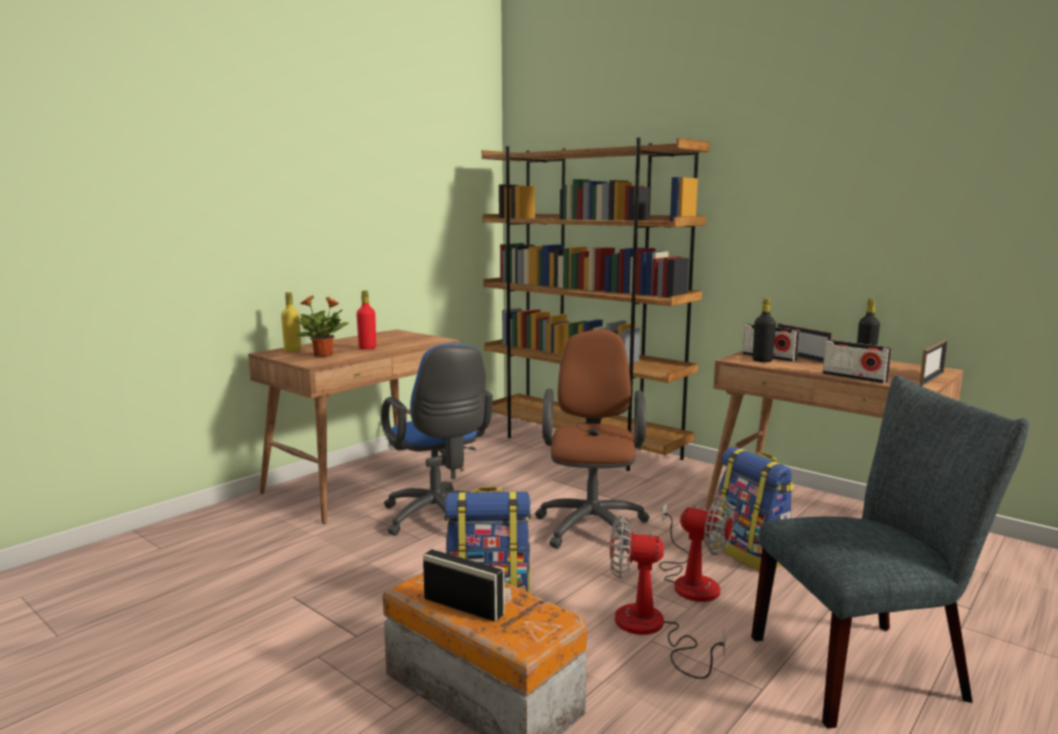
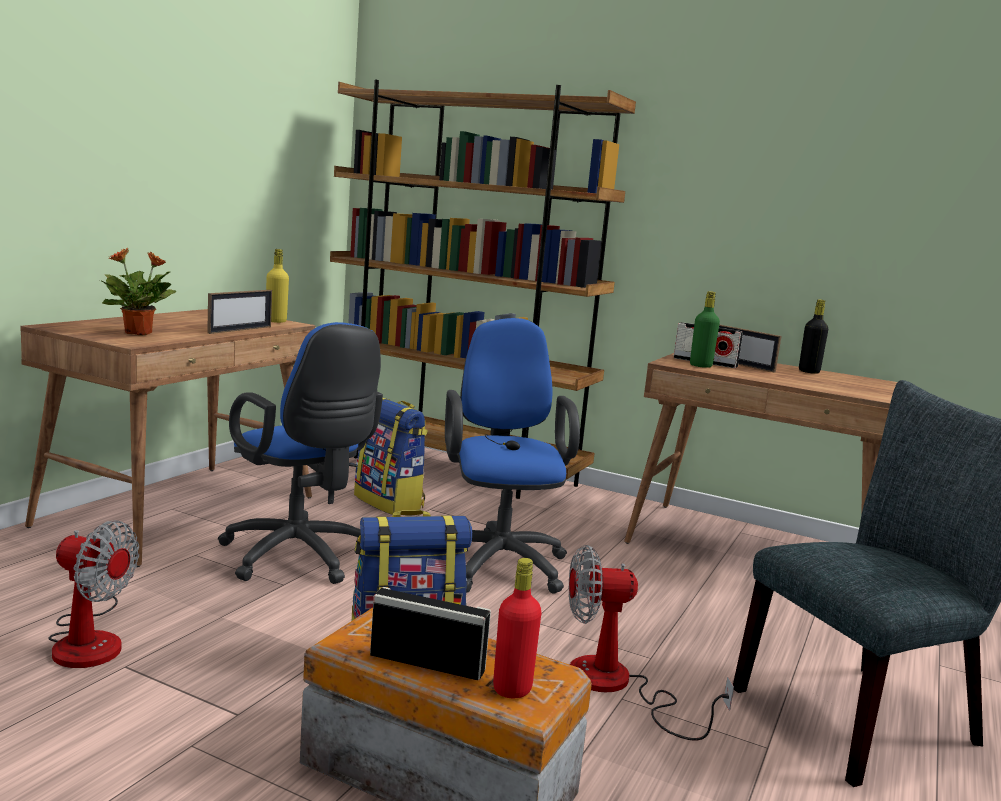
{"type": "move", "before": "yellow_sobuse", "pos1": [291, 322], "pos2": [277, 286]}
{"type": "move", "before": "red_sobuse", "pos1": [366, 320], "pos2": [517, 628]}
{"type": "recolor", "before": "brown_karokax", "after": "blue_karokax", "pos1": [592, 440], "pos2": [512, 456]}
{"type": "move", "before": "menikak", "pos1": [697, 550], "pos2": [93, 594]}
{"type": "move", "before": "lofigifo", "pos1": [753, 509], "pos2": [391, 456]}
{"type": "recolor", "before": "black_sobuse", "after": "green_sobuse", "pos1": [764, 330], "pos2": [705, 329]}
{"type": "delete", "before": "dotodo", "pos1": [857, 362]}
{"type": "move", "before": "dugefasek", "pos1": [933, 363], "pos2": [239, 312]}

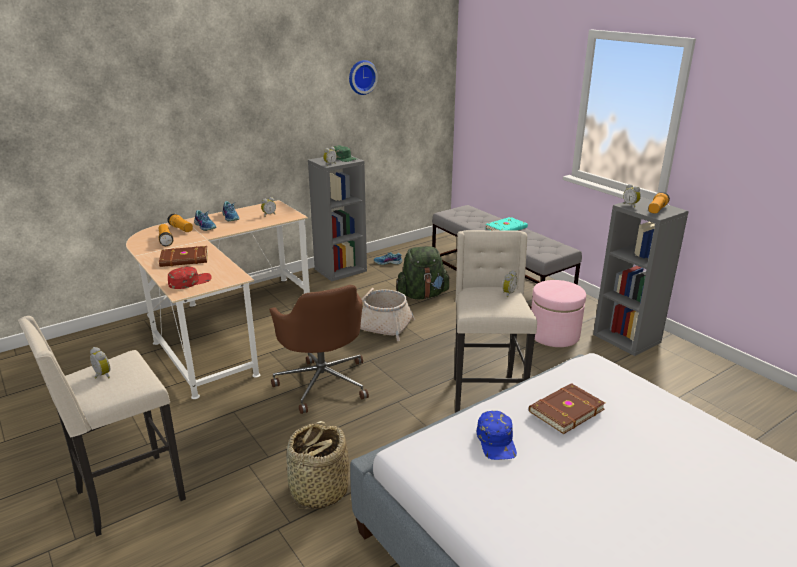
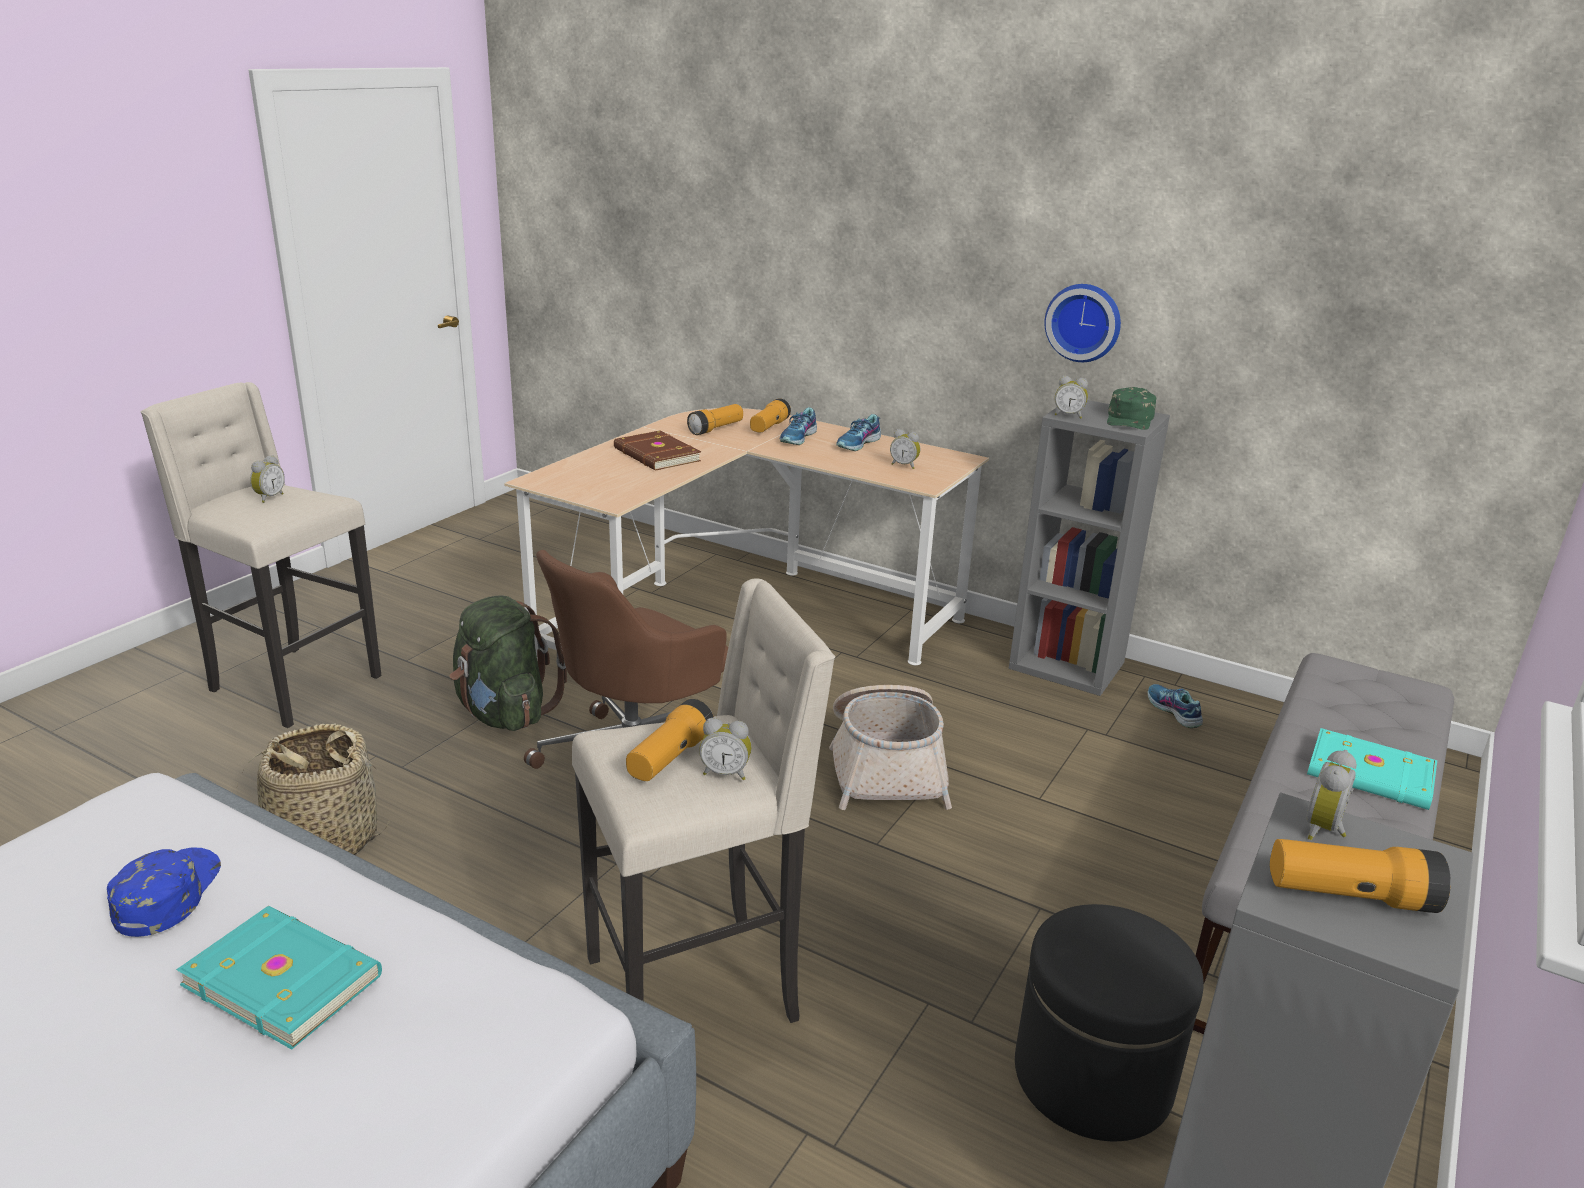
{"type": "delete", "before": "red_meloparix", "pos1": [190, 278]}
{"type": "move", "before": "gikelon", "pos1": [363, 77], "pos2": [1082, 323]}
{"type": "move", "before": "green_lofigifo", "pos1": [423, 272], "pos2": [508, 663]}
{"type": "rotate", "before": "blue_meloparix", "pos1": [497, 435], "pos2": [164, 892], "turn": 120}
{"type": "recolor", "before": "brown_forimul", "after": "turquoise_forimul", "pos1": [567, 408], "pos2": [279, 978]}
{"type": "recolor", "before": "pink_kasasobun", "after": "black_kasasobun", "pos1": [558, 313], "pos2": [1109, 1022]}
{"type": "insert", "after": "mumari", "pos2": [670, 740]}

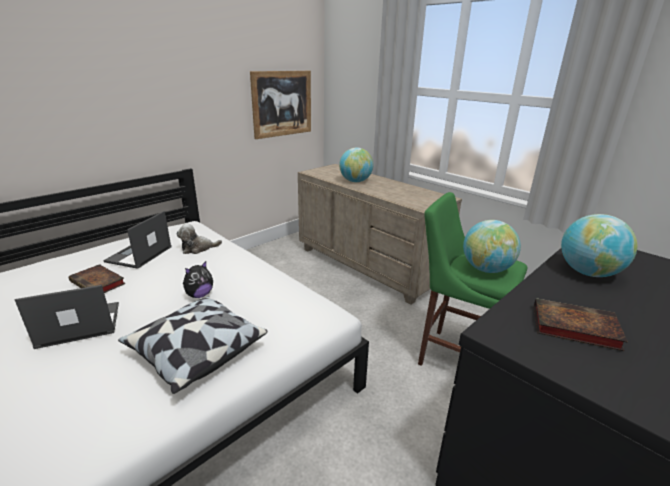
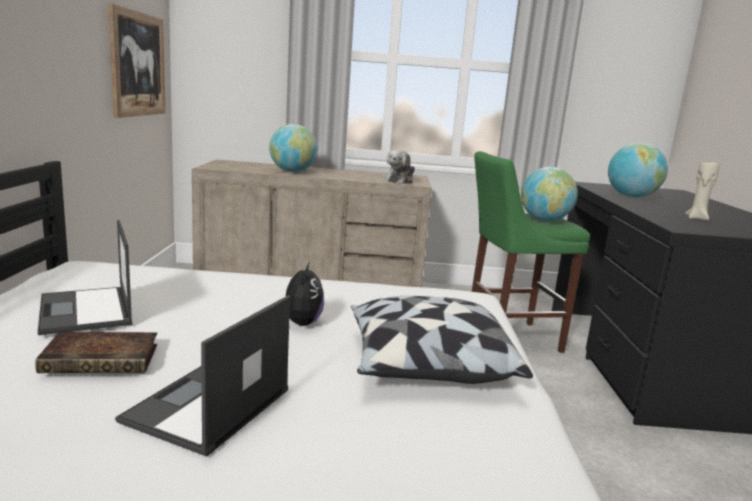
{"type": "move", "before": "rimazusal", "pos1": [199, 239], "pos2": [400, 166]}
{"type": "replace", "before": "forimul", "after": "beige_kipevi", "pos1": [581, 324], "pos2": [702, 190]}

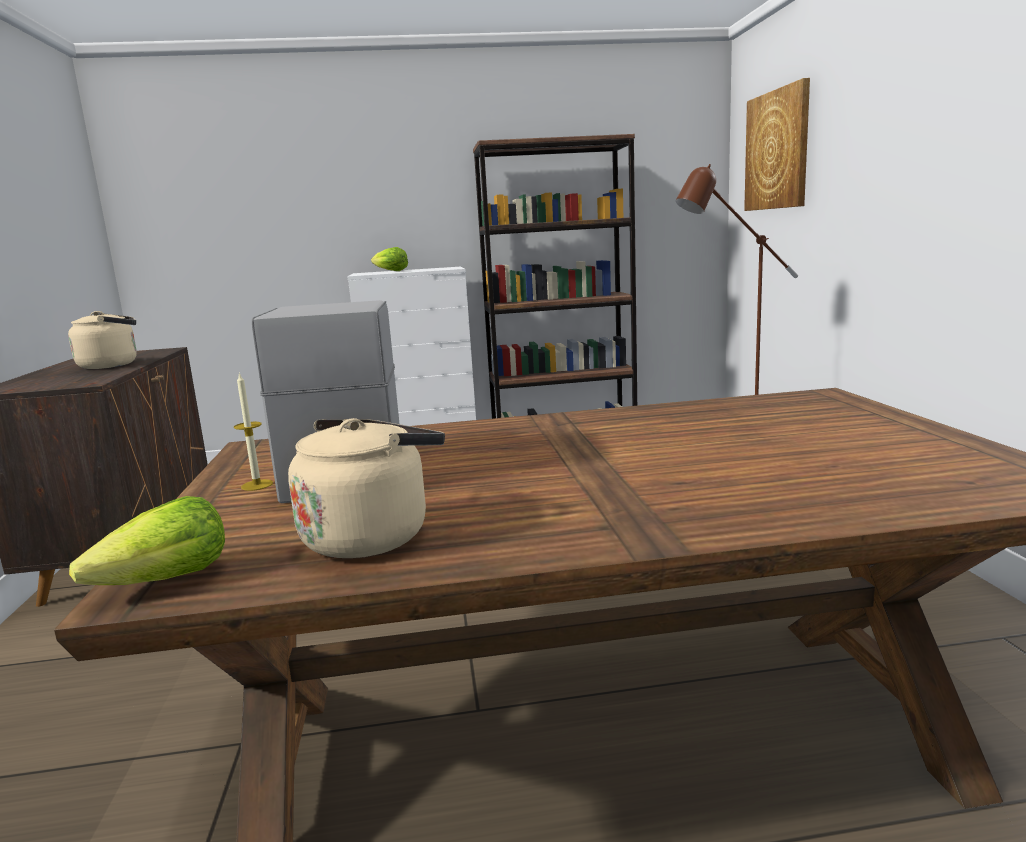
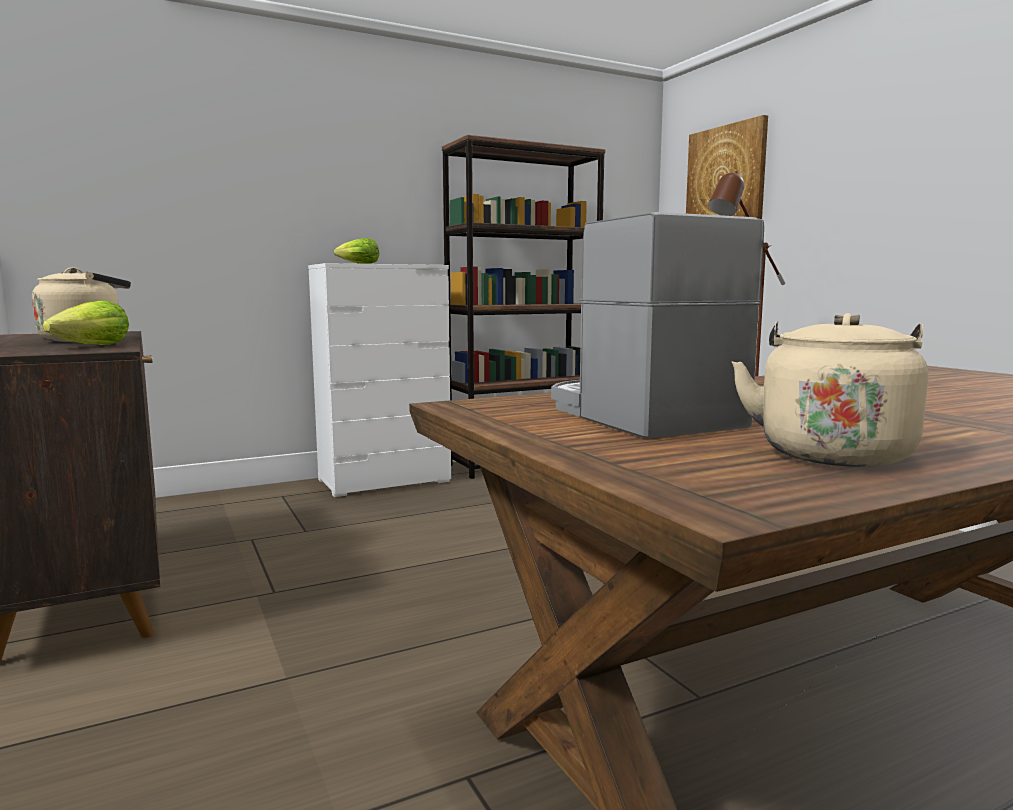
{"type": "move", "before": "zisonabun", "pos1": [147, 540], "pos2": [86, 322]}
{"type": "delete", "before": "kipevi", "pos1": [253, 432]}

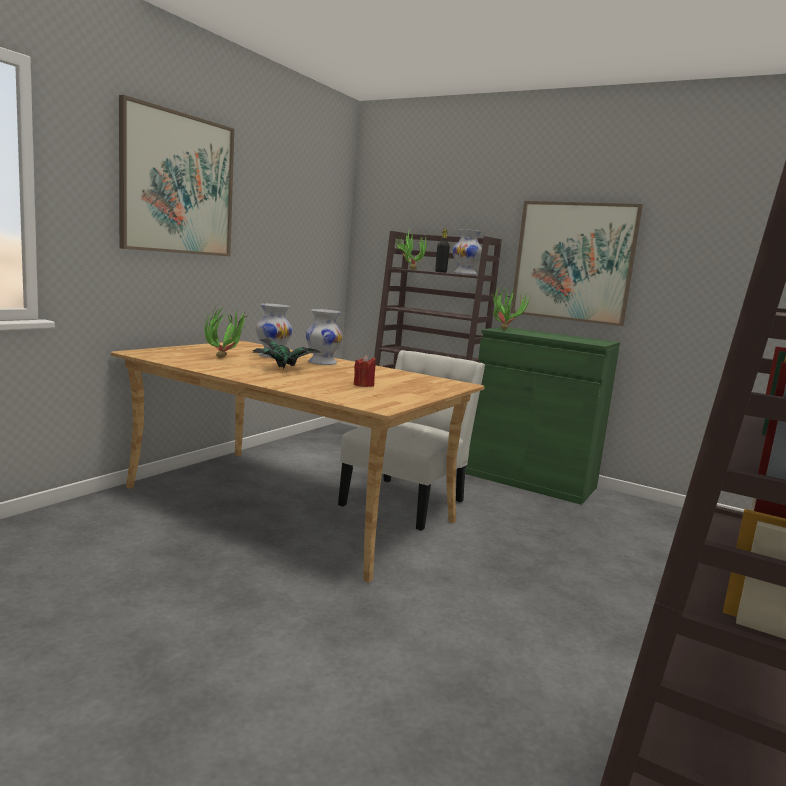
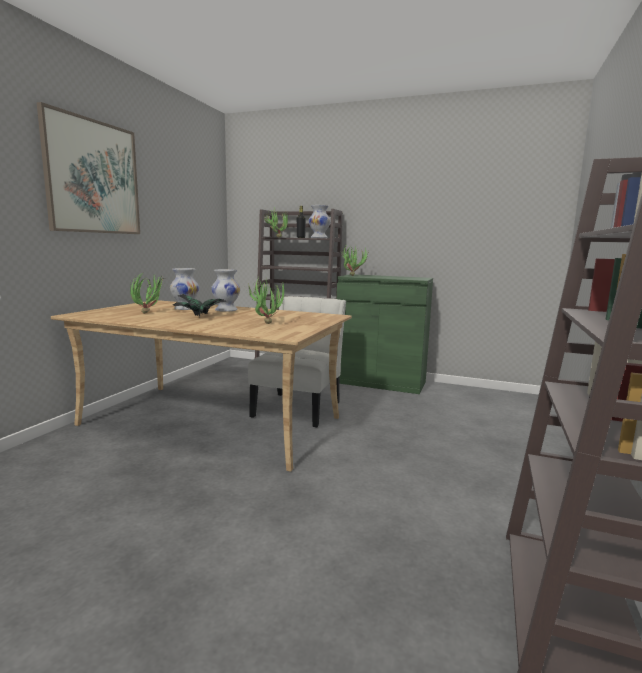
{"type": "replace", "before": "red_kipevi", "after": "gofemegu", "pos1": [365, 371], "pos2": [267, 300]}
{"type": "delete", "before": "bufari", "pos1": [577, 263]}

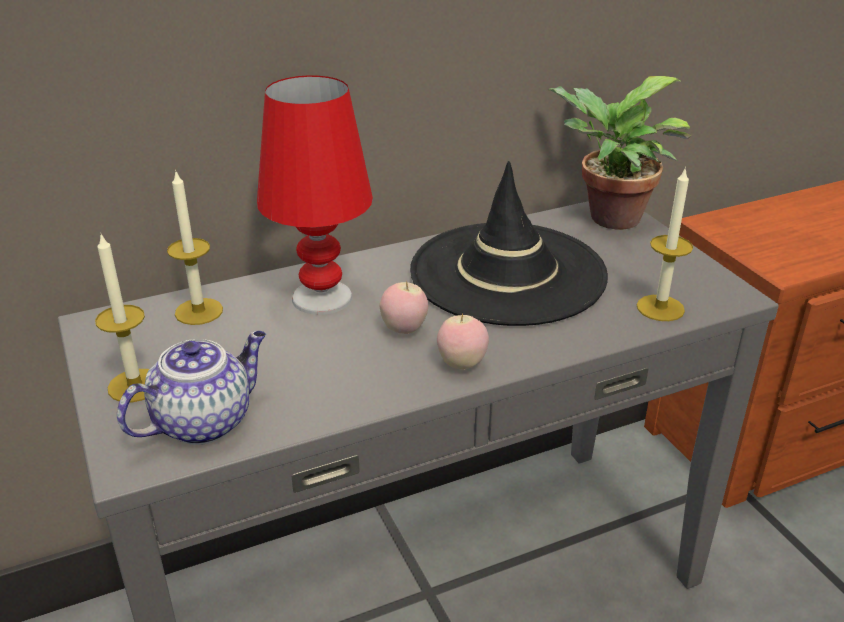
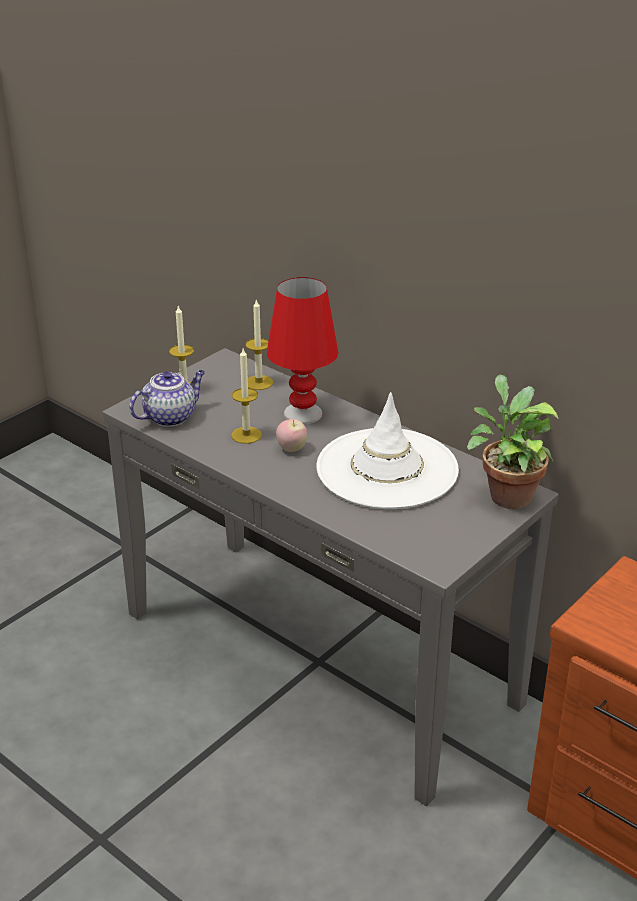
{"type": "rotate", "before": "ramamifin", "pos1": [191, 388], "pos2": [167, 398], "turn": -60}
{"type": "recolor", "before": "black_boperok", "after": "white_boperok", "pos1": [509, 243], "pos2": [388, 450]}
{"type": "delete", "before": "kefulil", "pos1": [463, 341]}
{"type": "move", "before": "kipevi", "pos1": [665, 244], "pos2": [246, 396]}

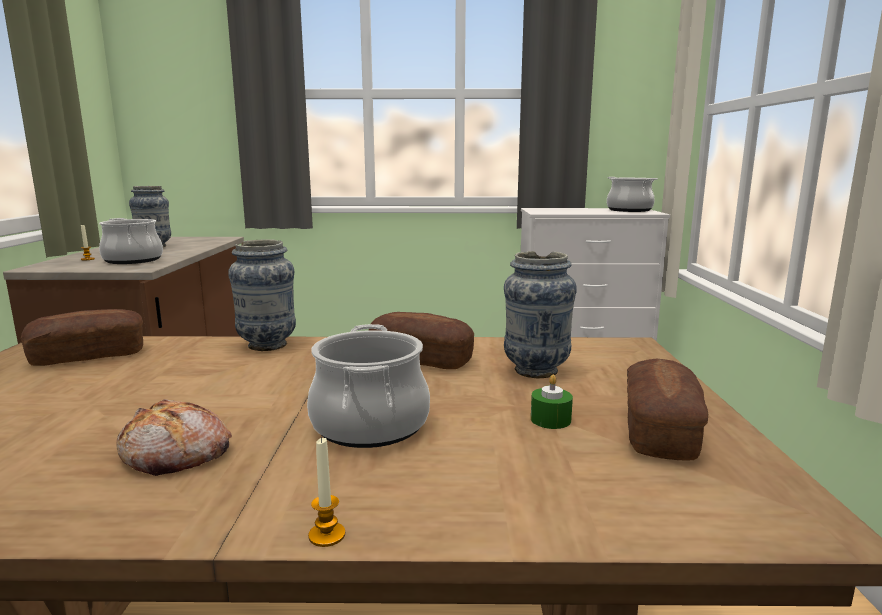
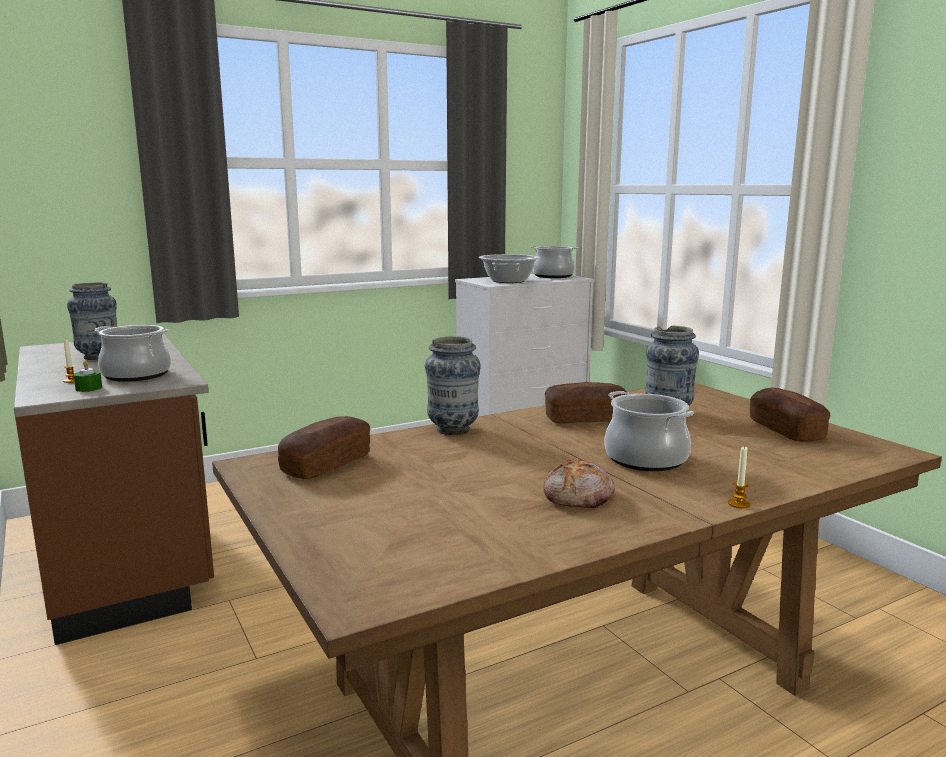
{"type": "move", "before": "green_kipevi", "pos1": [552, 402], "pos2": [87, 376]}
{"type": "insert", "after": "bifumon", "pos2": [509, 268]}

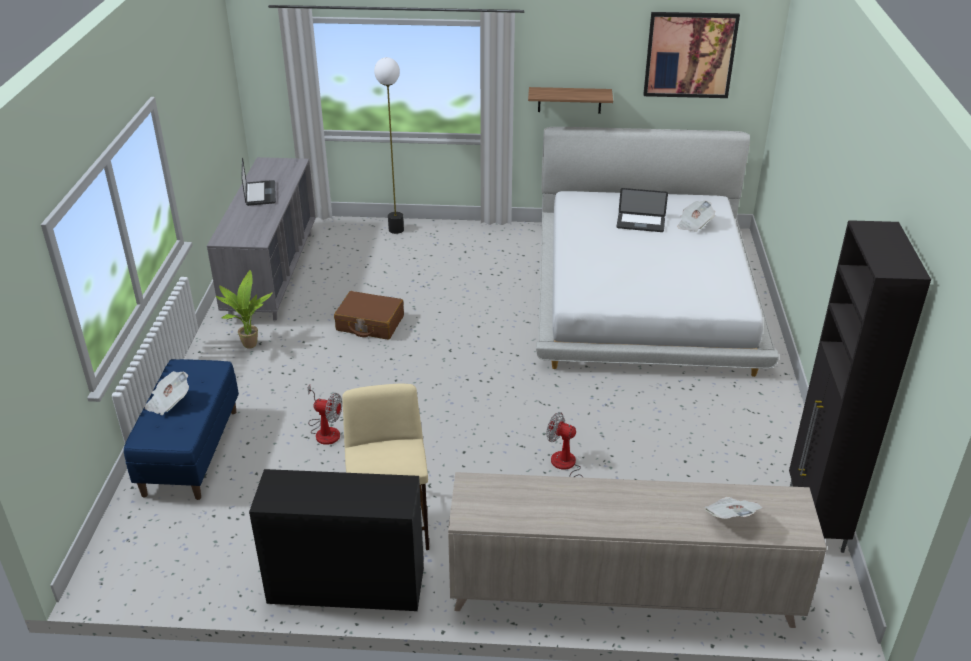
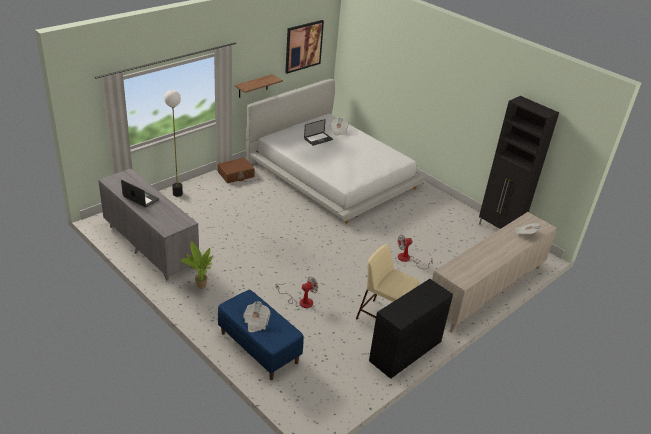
{"type": "move", "before": "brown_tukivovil", "pos1": [369, 315], "pos2": [236, 170]}

